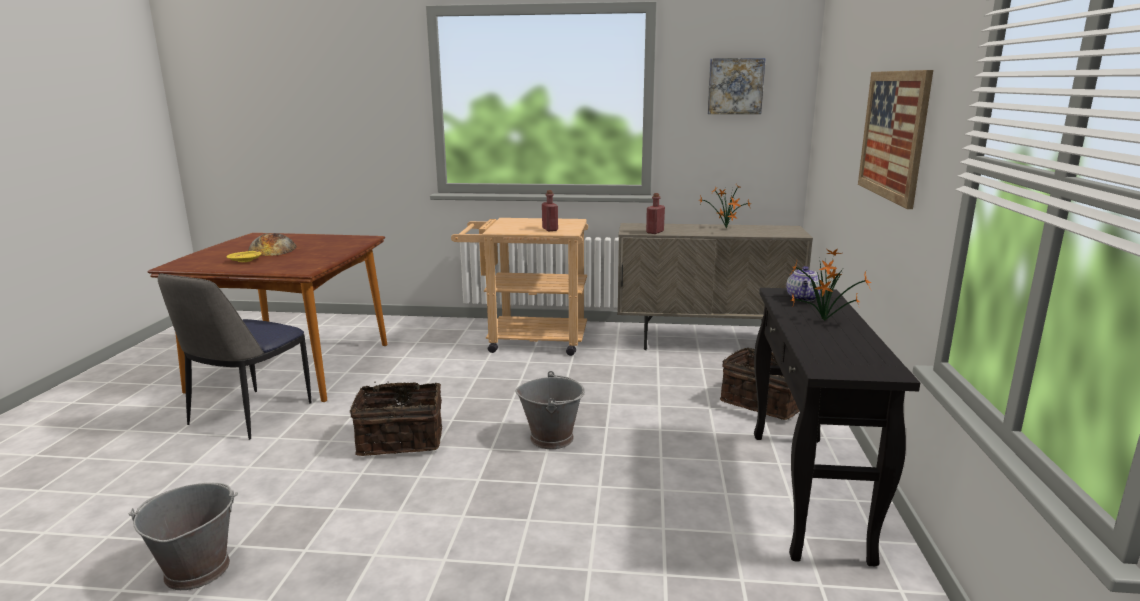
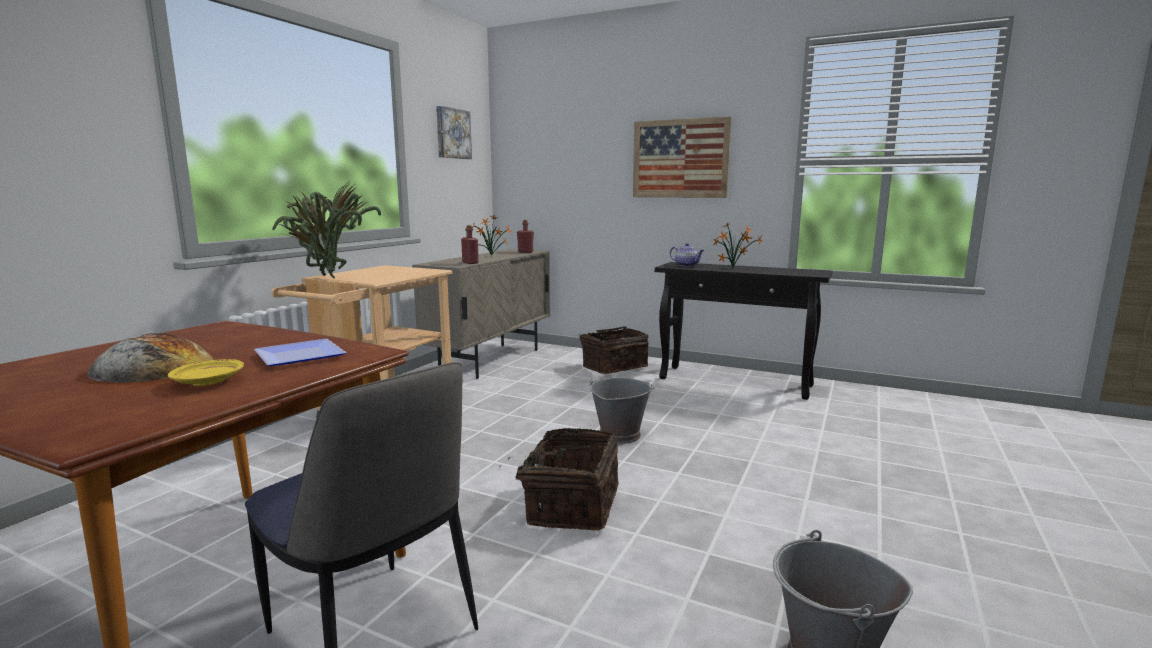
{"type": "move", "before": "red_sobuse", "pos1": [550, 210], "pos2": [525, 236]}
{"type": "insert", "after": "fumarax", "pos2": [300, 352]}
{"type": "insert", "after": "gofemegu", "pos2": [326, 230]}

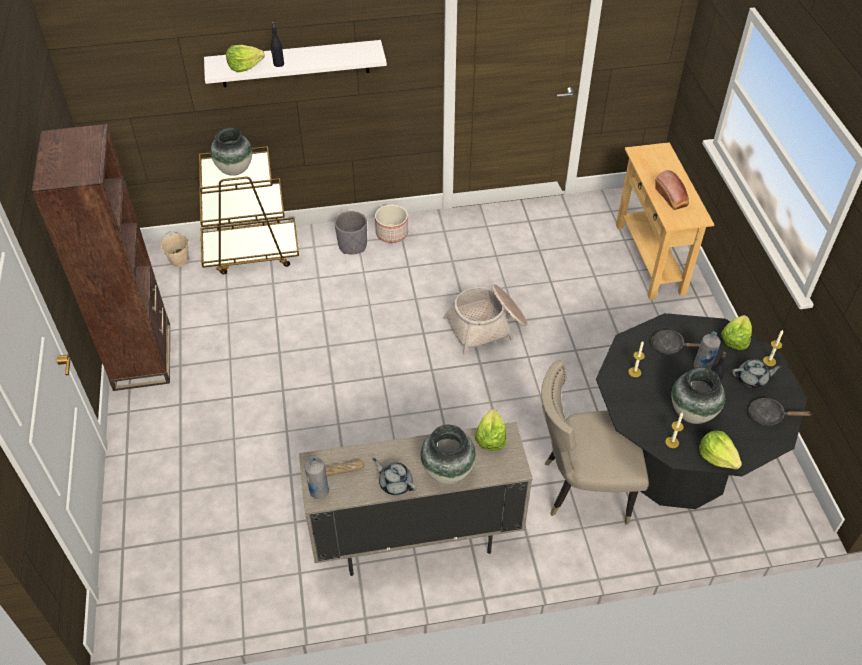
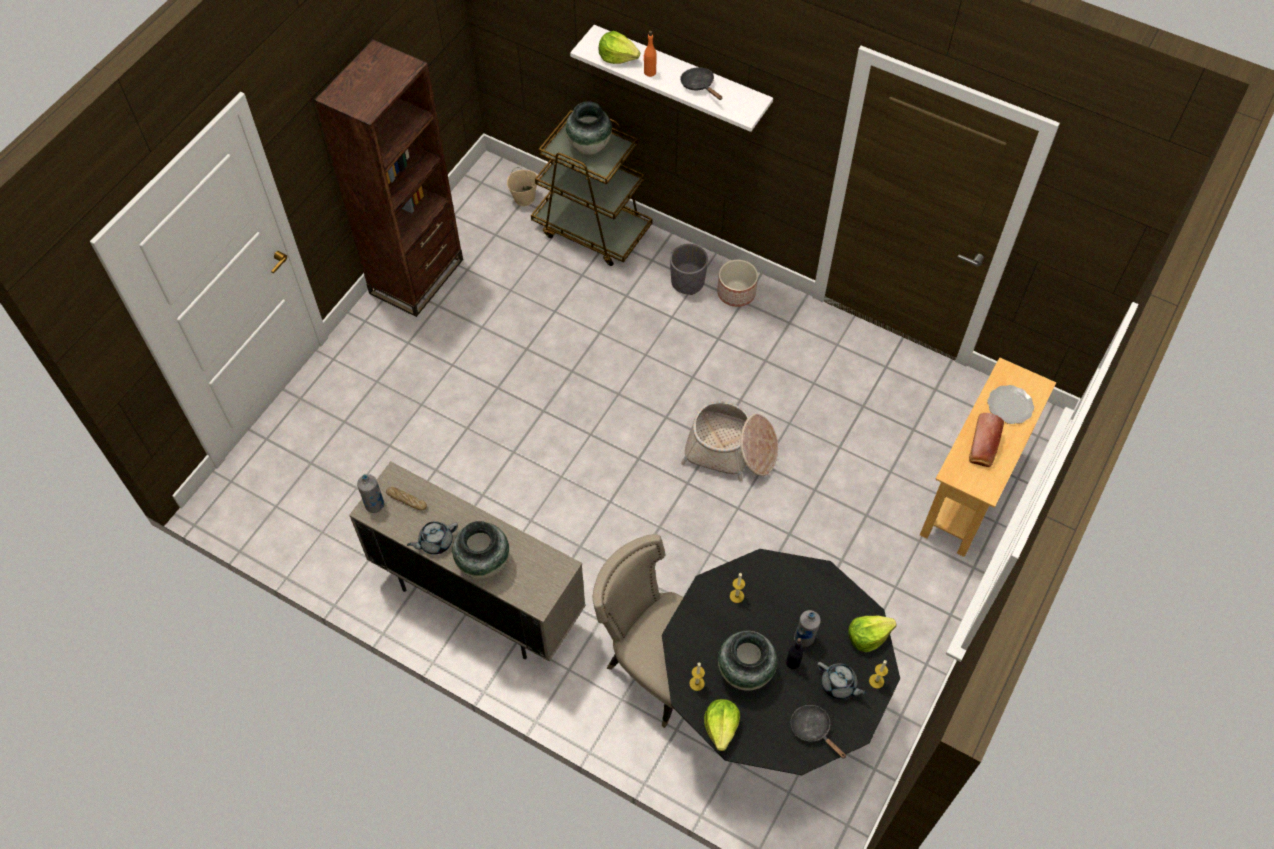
{"type": "recolor", "before": "black_sobuse", "after": "orange_sobuse", "pos1": [277, 44], "pos2": [650, 54]}
{"type": "rotate", "before": "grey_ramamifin", "pos1": [395, 476], "pos2": [432, 538], "turn": -105}
{"type": "delete", "before": "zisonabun", "pos1": [491, 430]}
{"type": "move", "before": "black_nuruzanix", "pos1": [675, 342], "pos2": [701, 83]}
{"type": "insert", "after": "fumarax", "pos2": [1010, 404]}

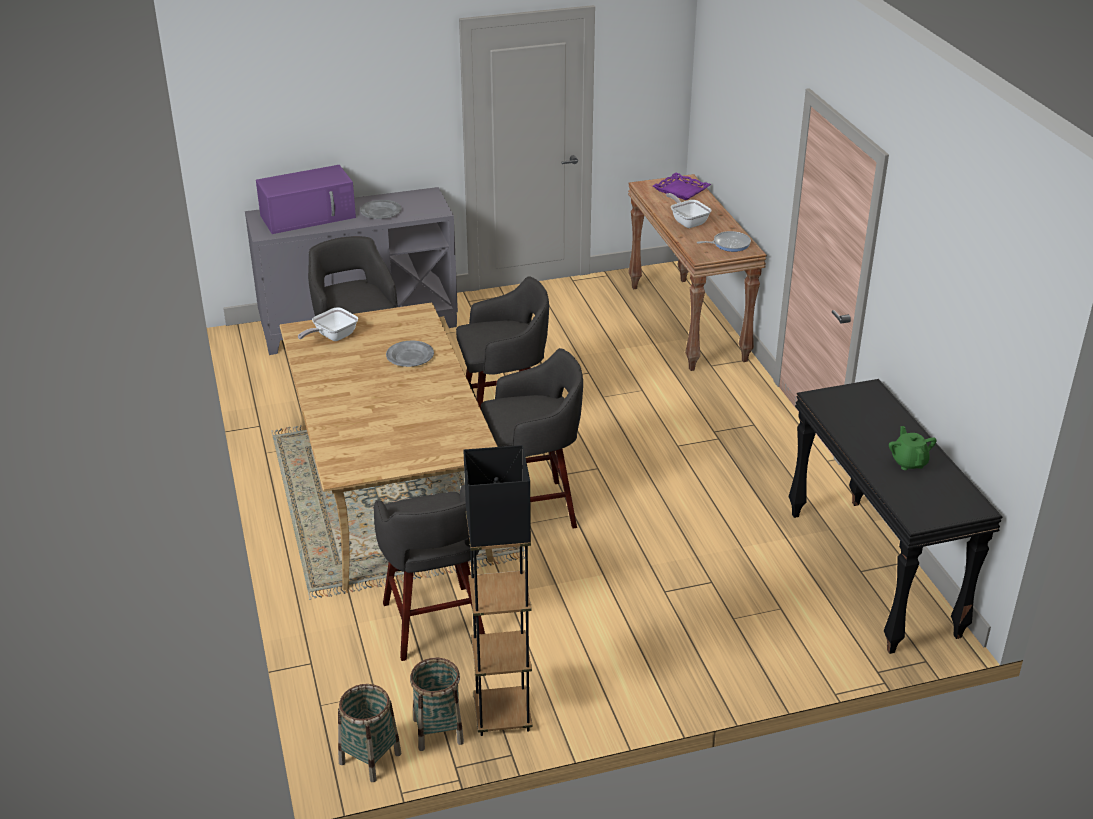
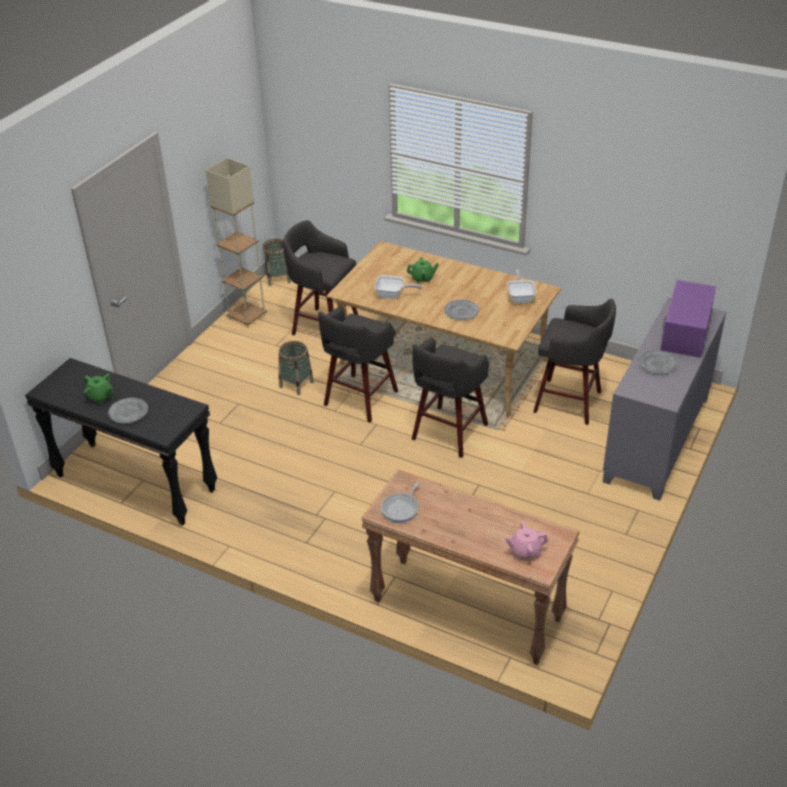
{"type": "move", "before": "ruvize", "pos1": [437, 704], "pos2": [296, 368]}
{"type": "recolor", "before": "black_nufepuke", "after": "beige_nufepuke", "pos1": [498, 590], "pos2": [236, 243]}
{"type": "replace", "before": "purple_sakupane", "after": "pink_ramamifin", "pos1": [682, 186], "pos2": [526, 540]}
{"type": "move", "before": "nuruzanix", "pos1": [689, 210], "pos2": [398, 287]}
{"type": "insert", "after": "grey_fumarax", "pos2": [128, 411]}
{"type": "insert", "after": "green_ramamifin", "pos2": [423, 270]}

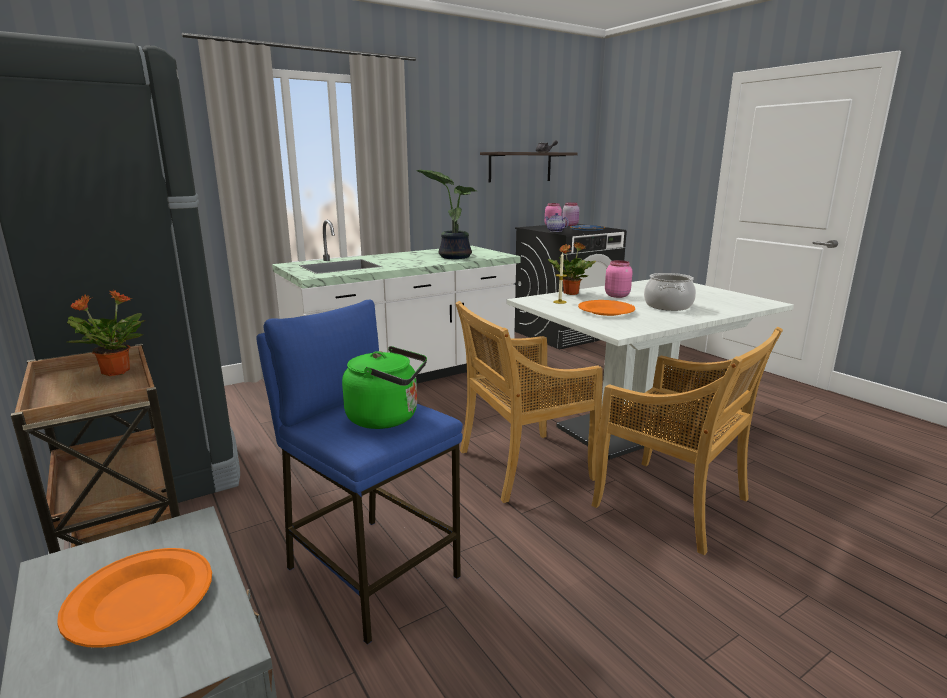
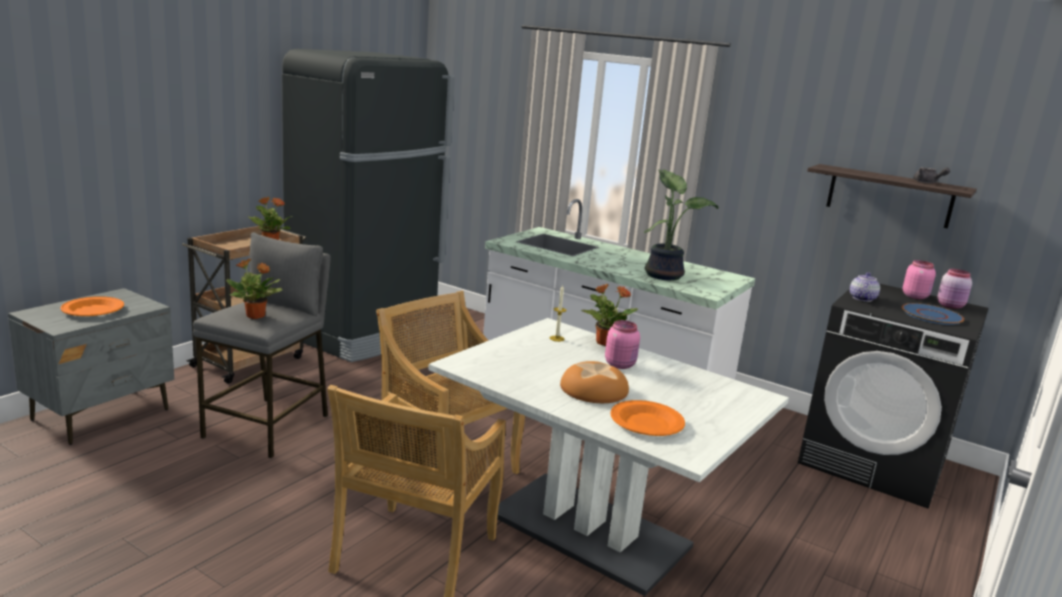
{"type": "recolor", "before": "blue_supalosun", "after": "grey_supalosun", "pos1": [359, 472], "pos2": [262, 345]}
{"type": "replace", "before": "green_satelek", "after": "gofemegu", "pos1": [384, 387], "pos2": [254, 288]}
{"type": "move", "before": "orange_fumarax", "pos1": [606, 308], "pos2": [647, 418]}
{"type": "replace", "before": "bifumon", "after": "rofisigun", "pos1": [670, 292], "pos2": [594, 382]}

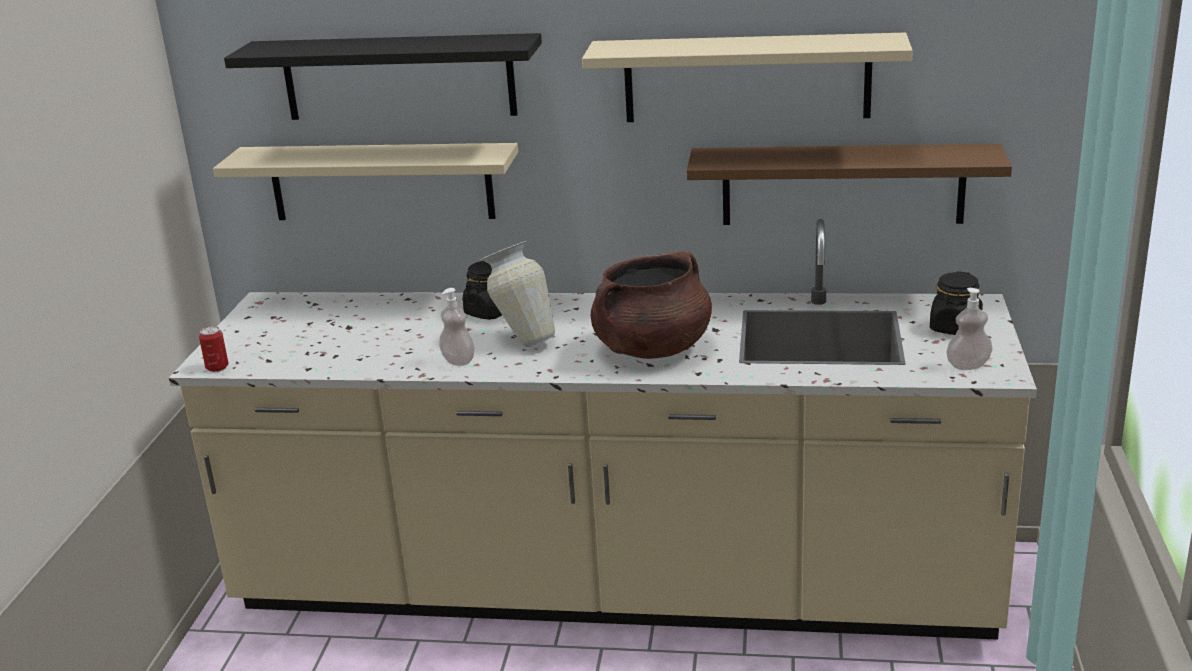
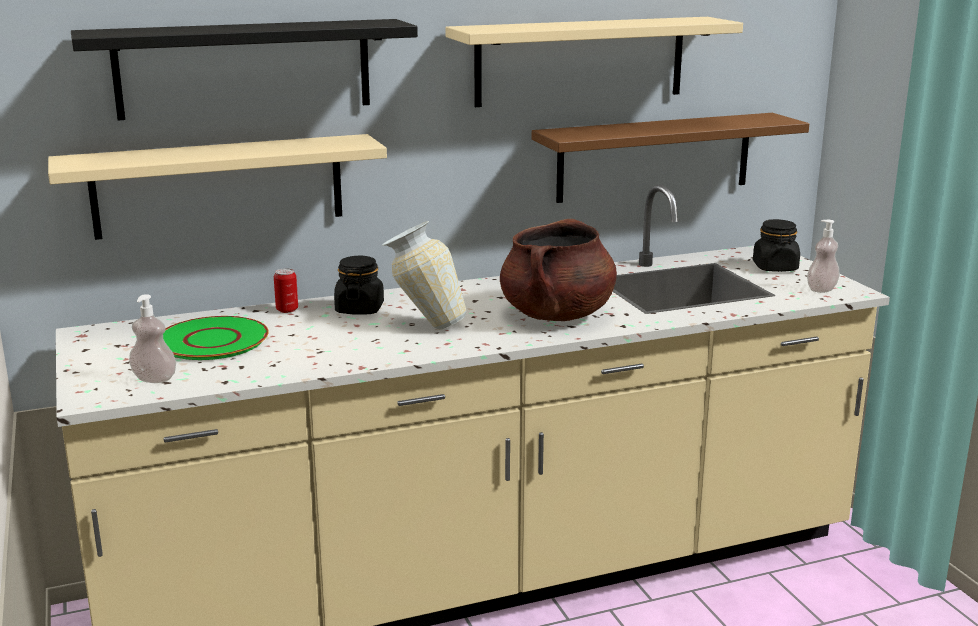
{"type": "move", "before": "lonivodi", "pos1": [213, 349], "pos2": [286, 290]}
{"type": "move", "before": "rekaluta", "pos1": [457, 327], "pos2": [152, 338]}
{"type": "insert", "after": "green_fumarax", "pos2": [216, 338]}

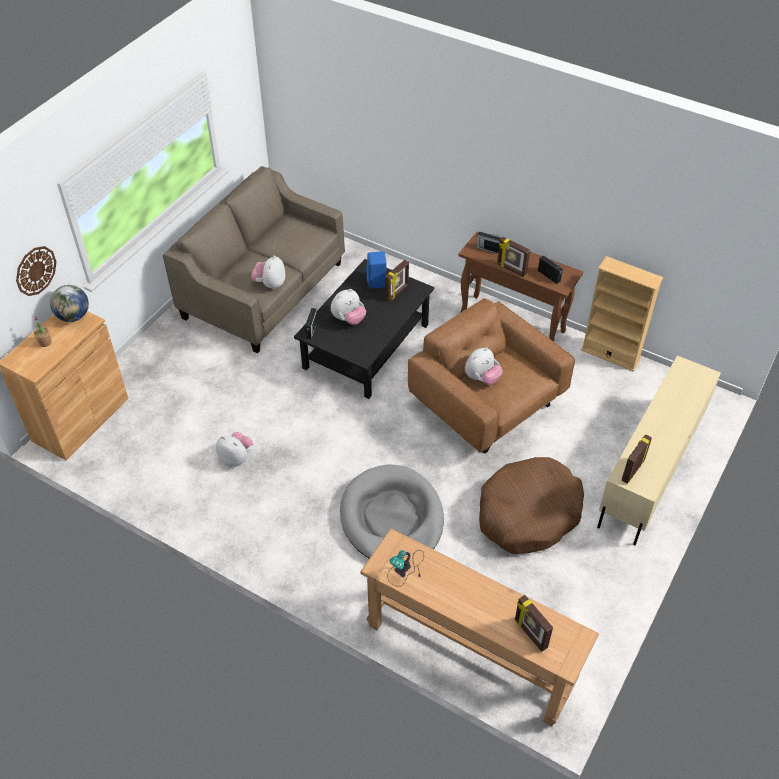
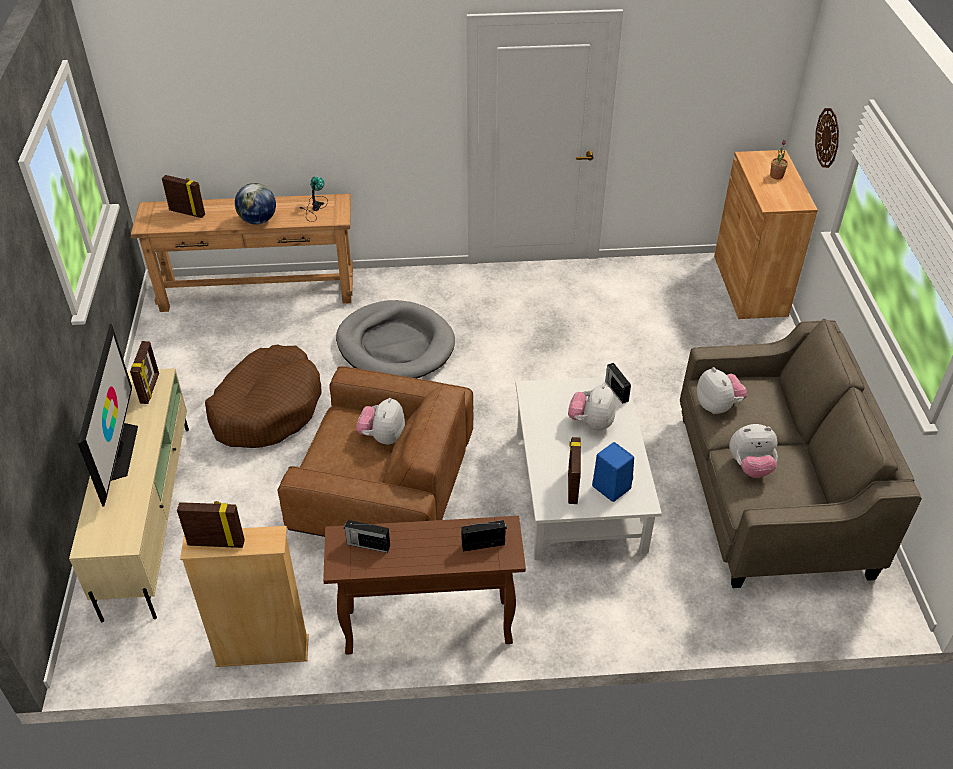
{"type": "move", "before": "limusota", "pos1": [69, 303], "pos2": [255, 204]}
{"type": "move", "before": "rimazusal", "pos1": [234, 449], "pos2": [753, 451]}
{"type": "recolor", "before": "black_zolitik", "after": "white_zolitik", "pos1": [364, 329], "pos2": [589, 468]}
{"type": "move", "before": "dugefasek", "pos1": [513, 257], "pos2": [211, 524]}
{"type": "insert", "after": "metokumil", "pos2": [108, 415]}

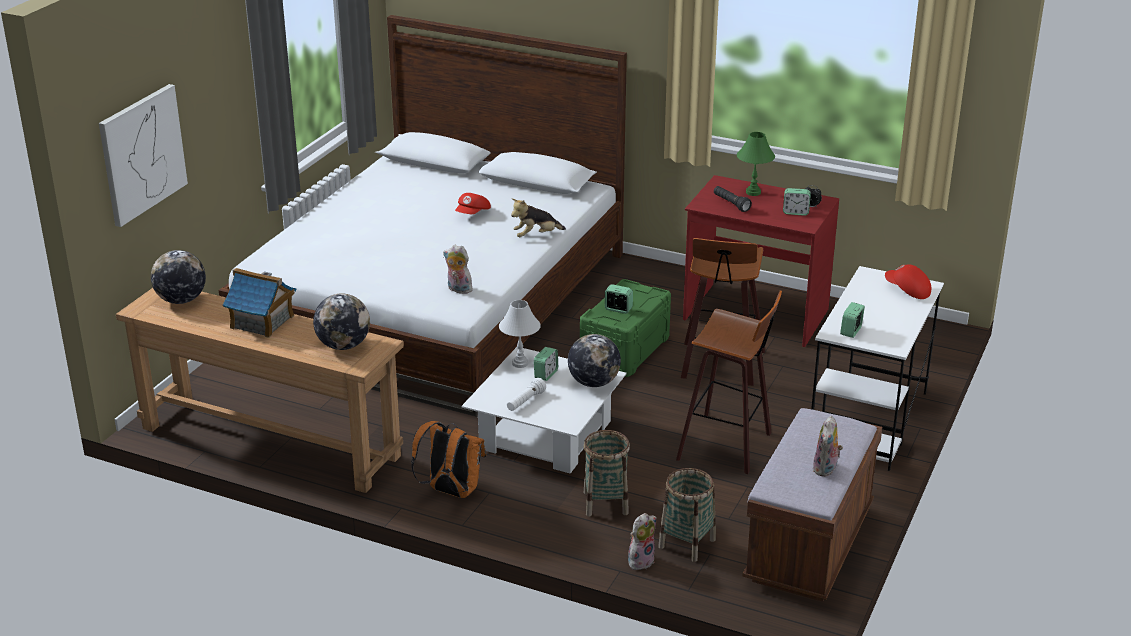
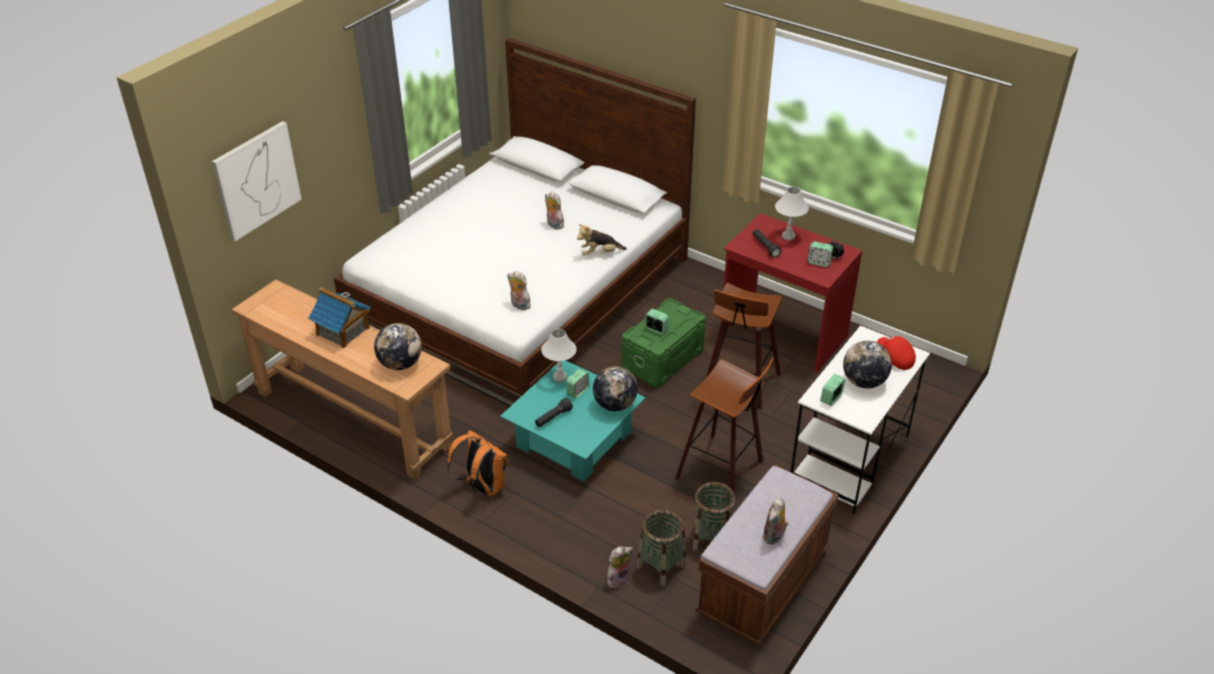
{"type": "move", "before": "limusota", "pos1": [178, 277], "pos2": [867, 364]}
{"type": "replace", "before": "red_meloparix", "after": "rimazusal", "pos1": [473, 203], "pos2": [554, 211]}
{"type": "recolor", "before": "white_zolitik", "after": "turquoise_zolitik", "pos1": [544, 410], "pos2": [572, 421]}
{"type": "recolor", "before": "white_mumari", "after": "black_mumari", "pos1": [526, 394], "pos2": [554, 412]}
{"type": "move", "before": "ruvize", "pos1": [607, 473], "pos2": [714, 516]}
{"type": "recolor", "before": "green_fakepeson", "after": "white_fakepeson", "pos1": [756, 164], "pos2": [792, 213]}

